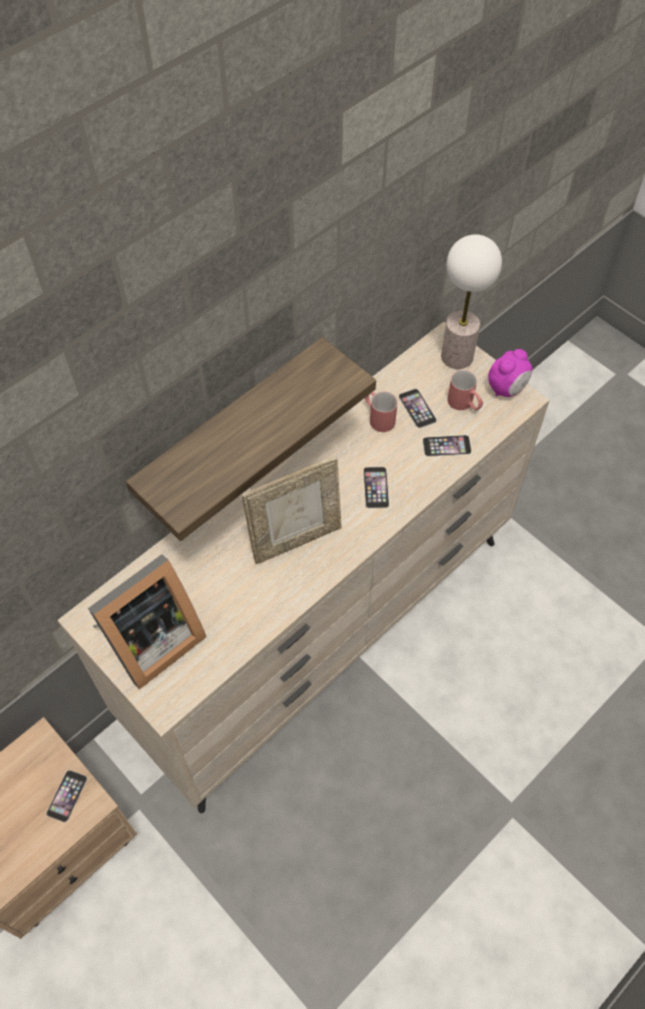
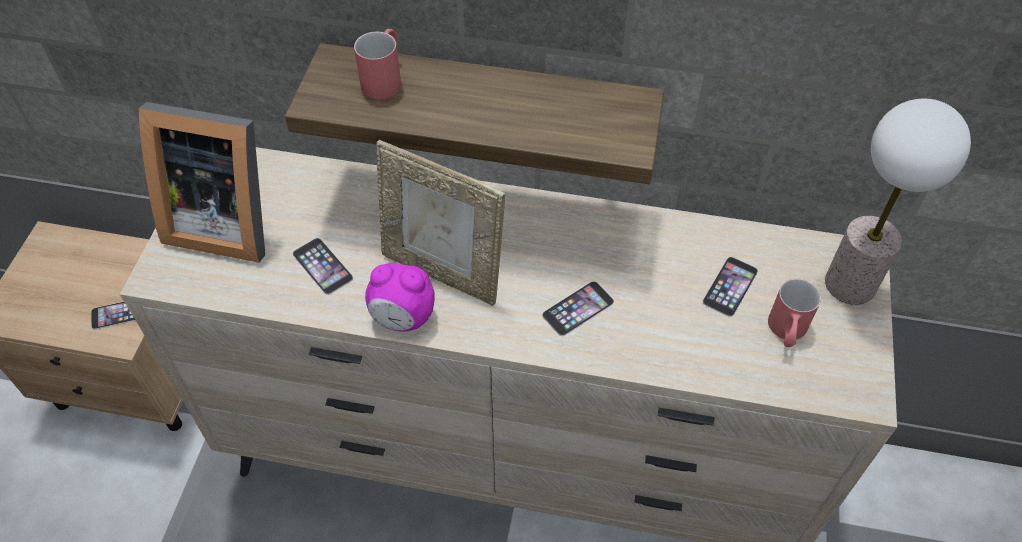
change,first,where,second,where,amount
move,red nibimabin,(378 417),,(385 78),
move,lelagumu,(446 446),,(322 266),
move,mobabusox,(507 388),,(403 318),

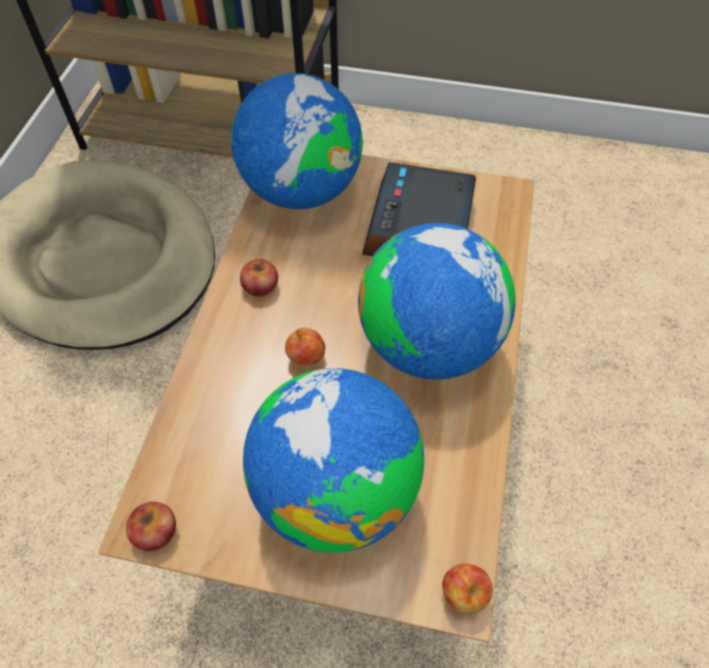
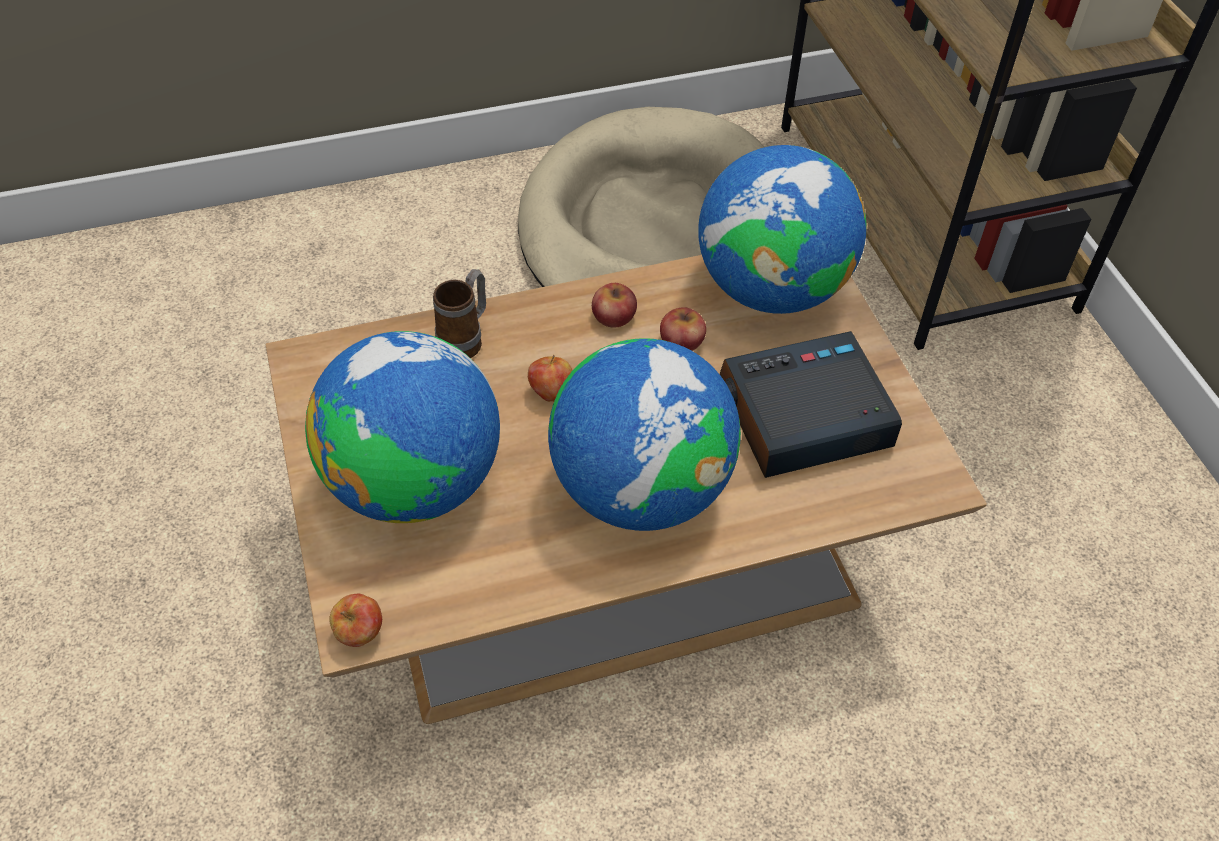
change,first,where,second,where,amount
insert,,,nibimabin,(466 340),
move,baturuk,(155 531),,(681 341),

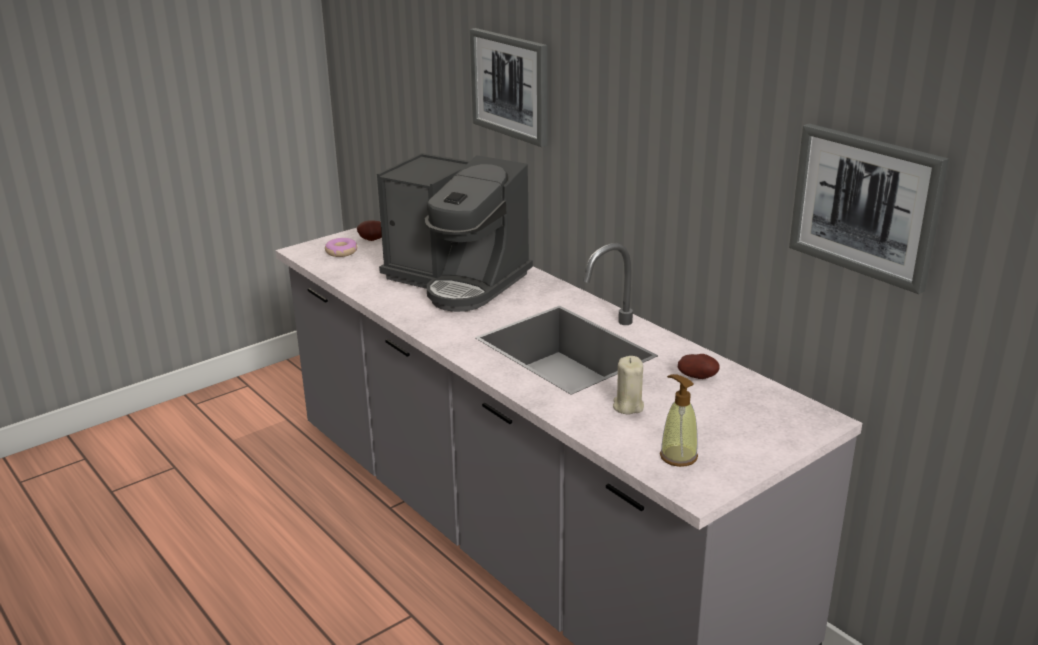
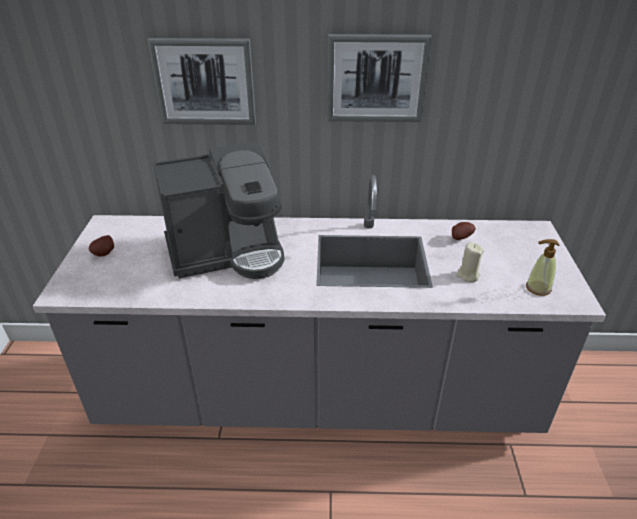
change,first,where,second,where,amount
delete,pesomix,(341 252),,,
move,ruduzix,(865 205),,(376 78),

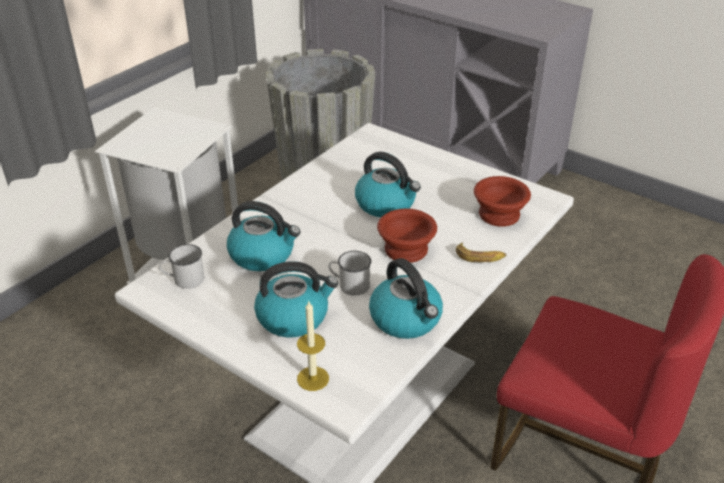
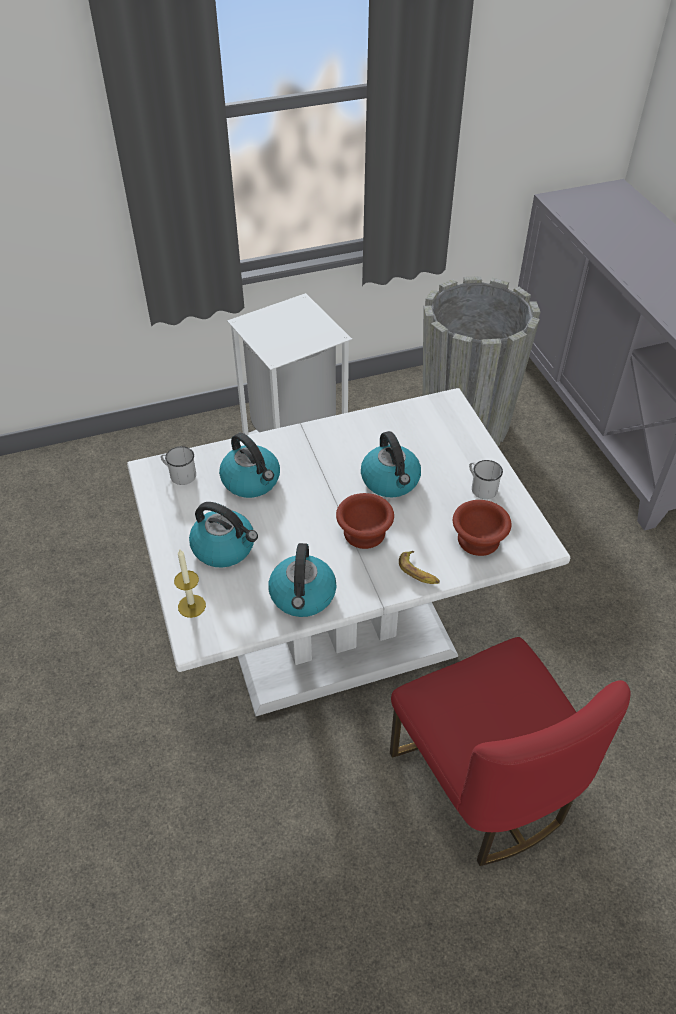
change,first,where,second,where,amount
move,white nibimabin,(349 285),,(481 487),

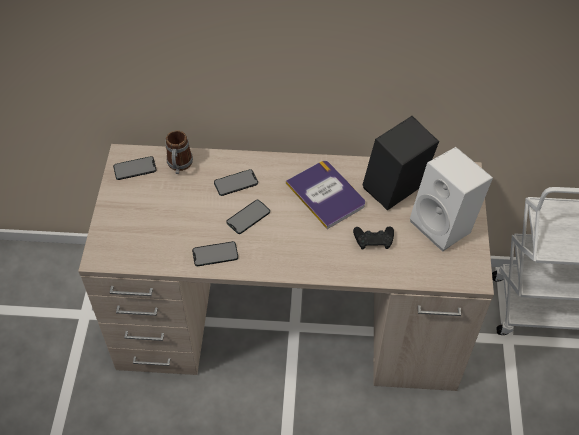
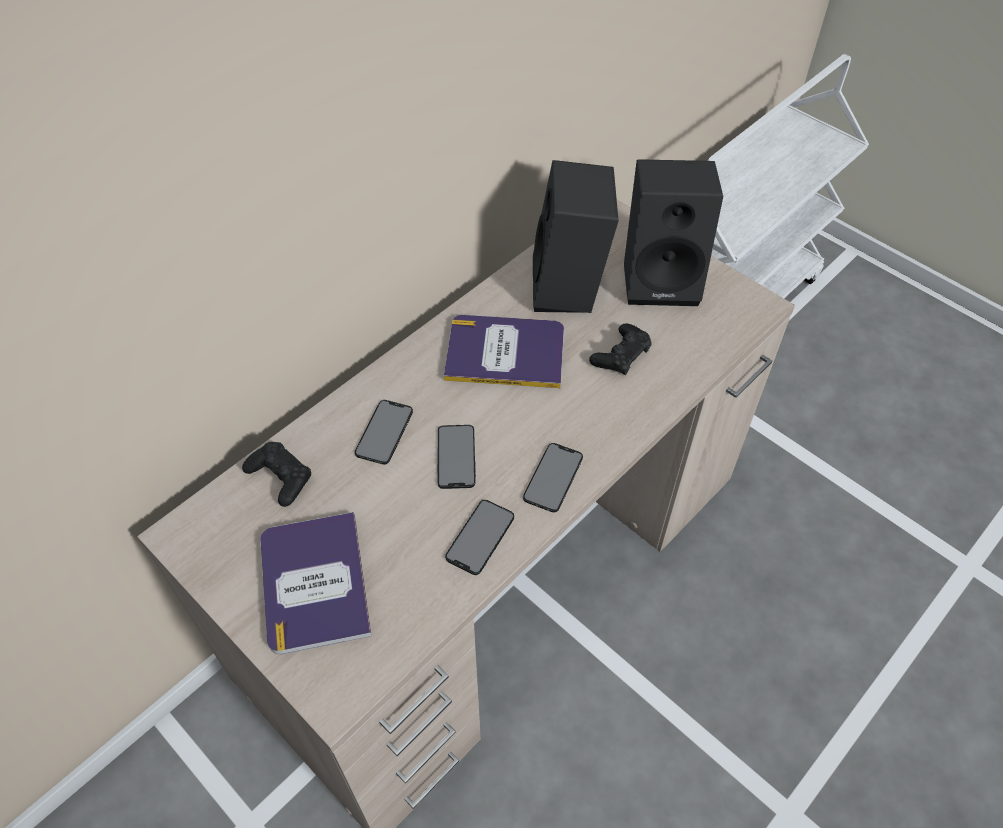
change,first,where,second,where,amount
insert,,,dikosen,(314 583),
move,lelagumu,(135 168),,(553 477),
replace,nibimabin,(179 165),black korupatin,(280 477),
recolor,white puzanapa,(445 225),black puzanapa,(662 279),

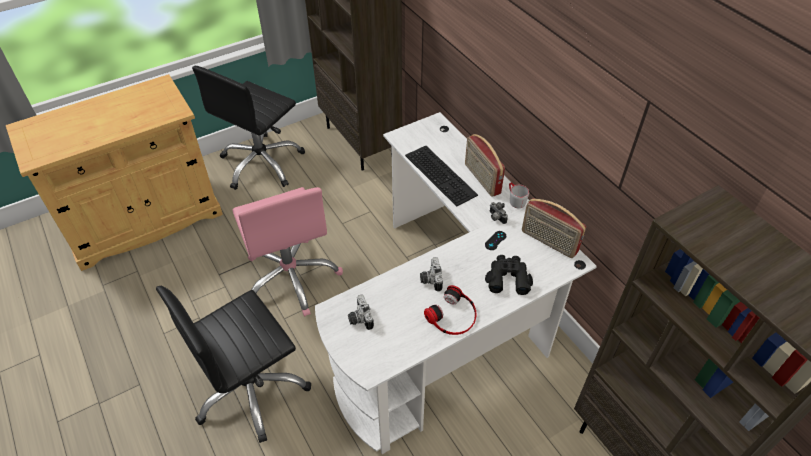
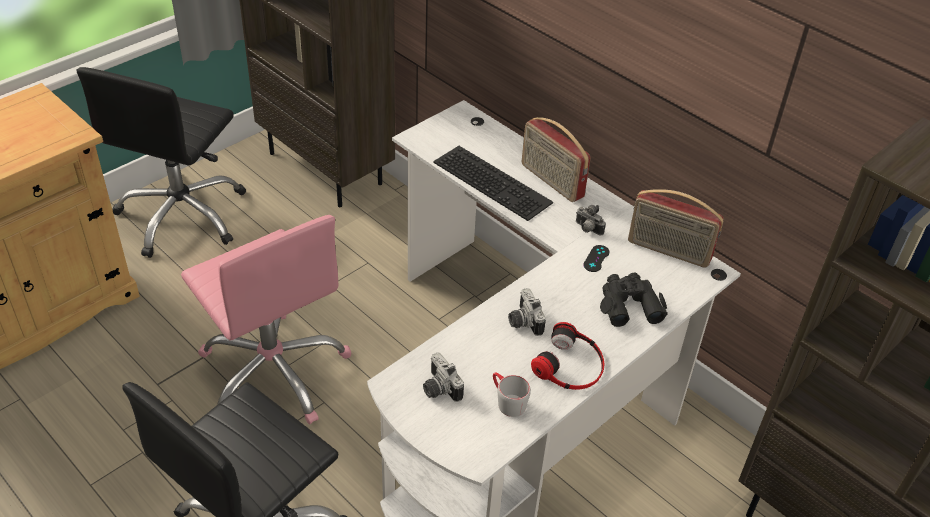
change,first,where,second,where,amount
move,grey nibimabin,(515 200),,(507 401),

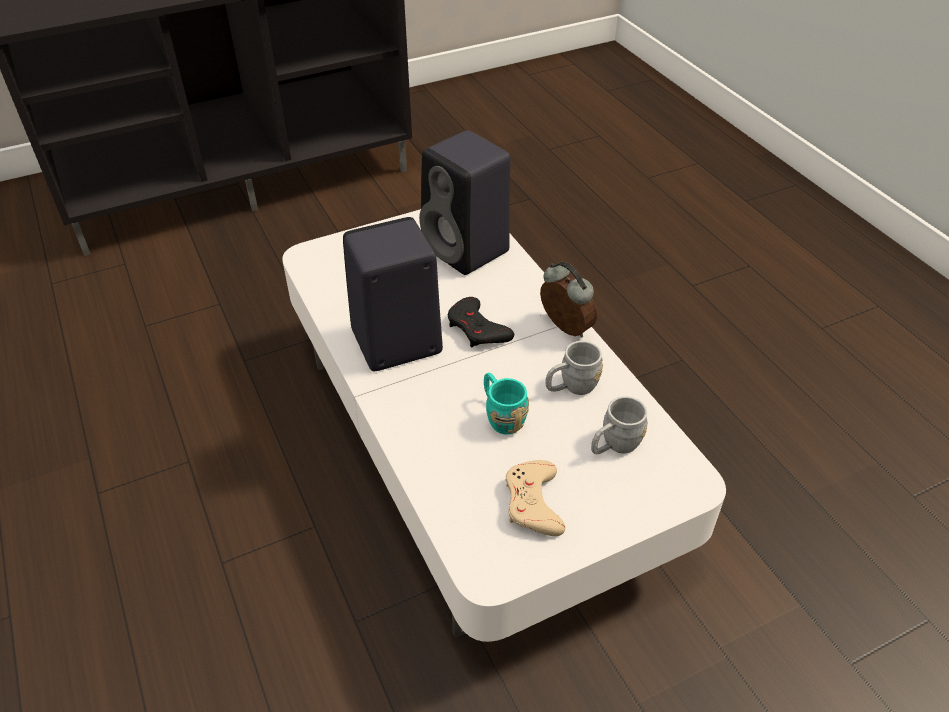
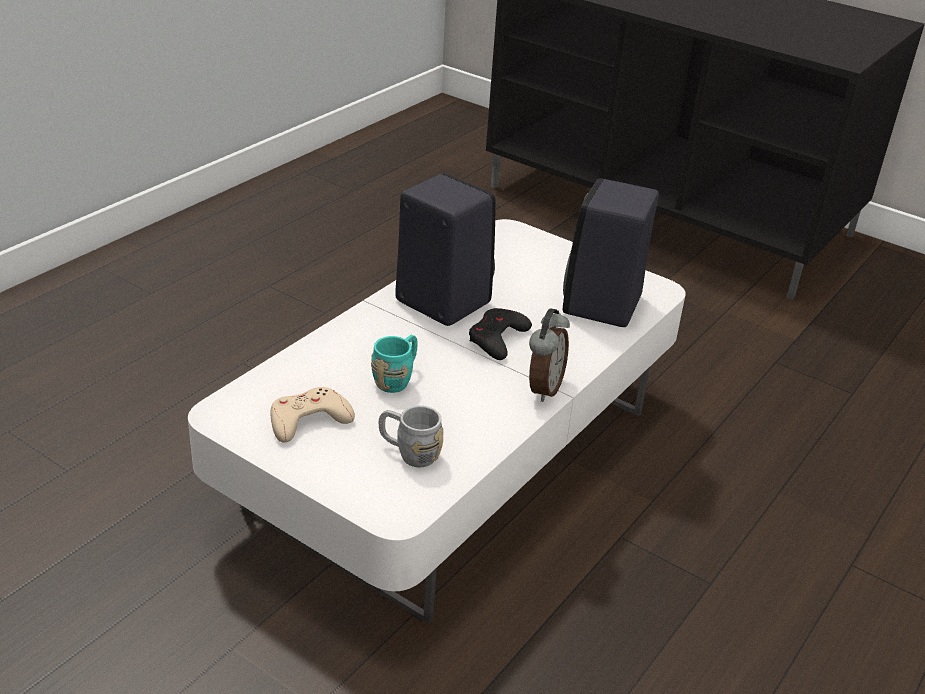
change,first,where,second,where,amount
delete,grey nibimabin,(571 387),,,

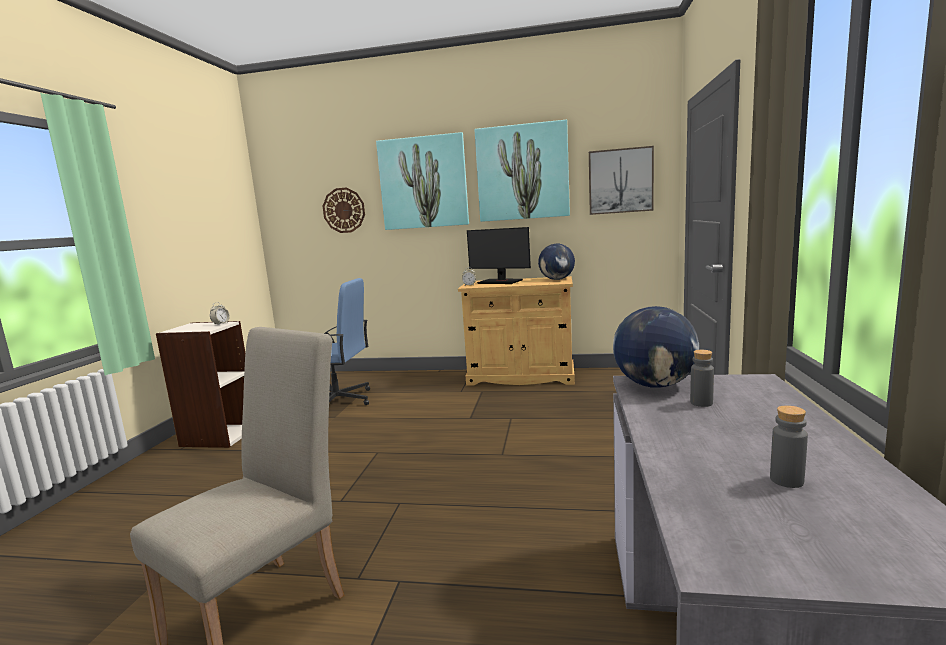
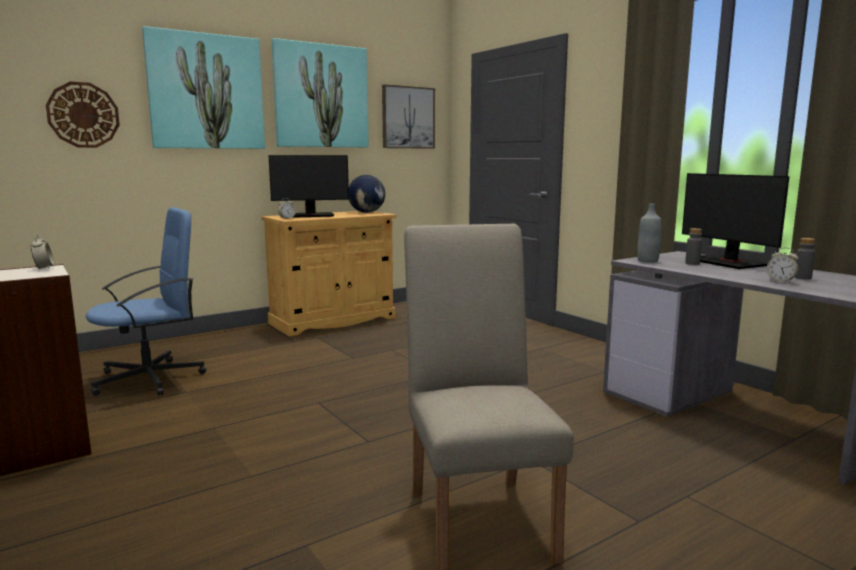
change,first,where,second,where,amount
insert,,,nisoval,(727 262),
insert,,,mobabusox,(780 281),
replace,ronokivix,(655 385),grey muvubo,(647 261),

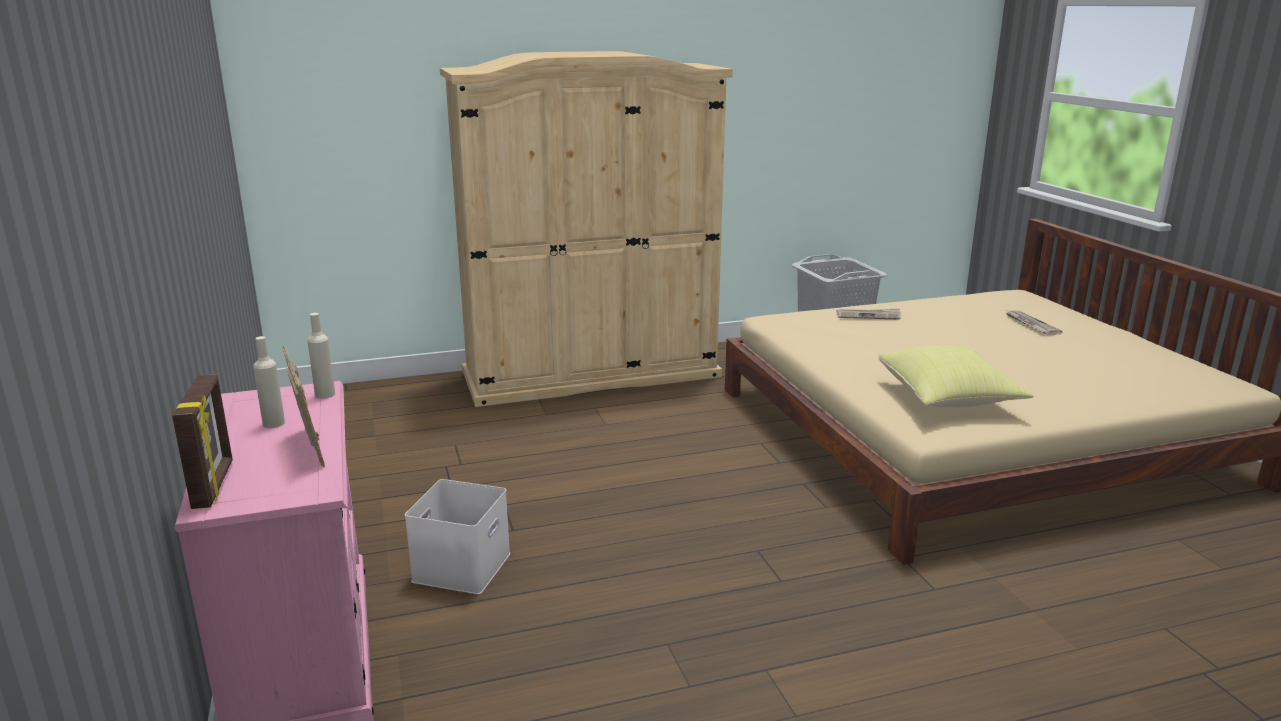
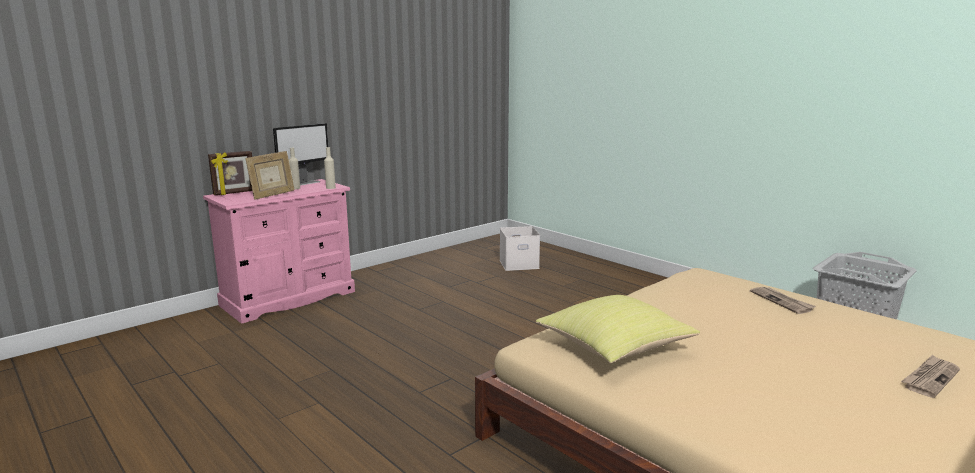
change,first,where,second,where,amount
delete,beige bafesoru,(591 374),,,
insert,,,nisoval,(304 183),
move,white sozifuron,(461 566),,(519 264),

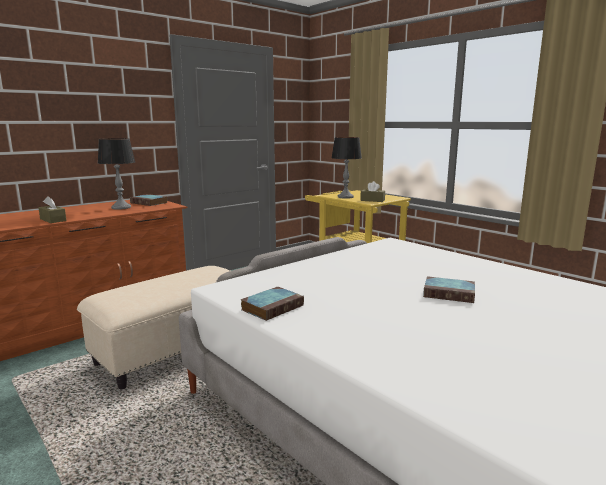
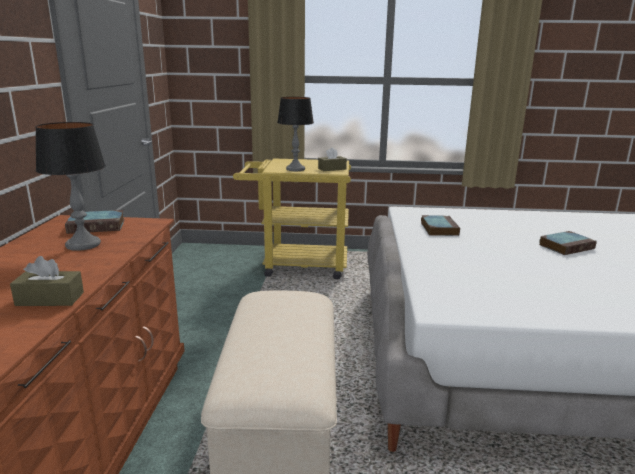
change,first,where,second,where,amount
move,dikosen,(273 307),,(438 228),

